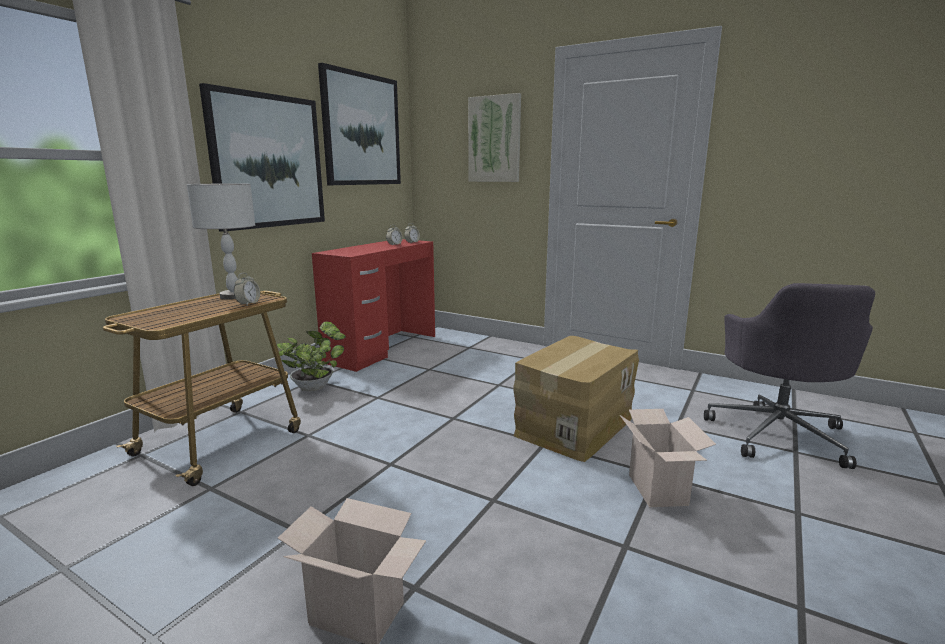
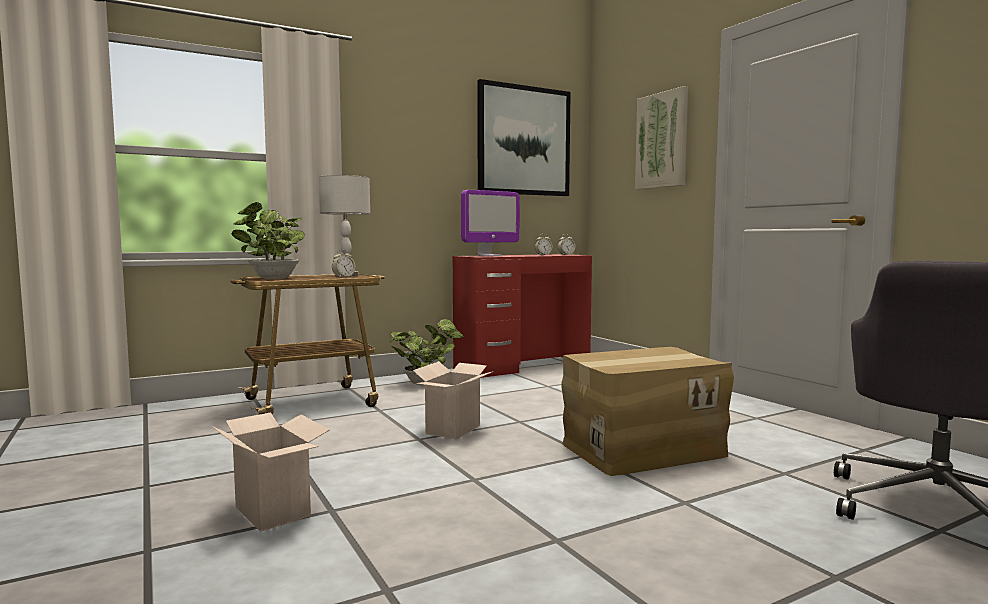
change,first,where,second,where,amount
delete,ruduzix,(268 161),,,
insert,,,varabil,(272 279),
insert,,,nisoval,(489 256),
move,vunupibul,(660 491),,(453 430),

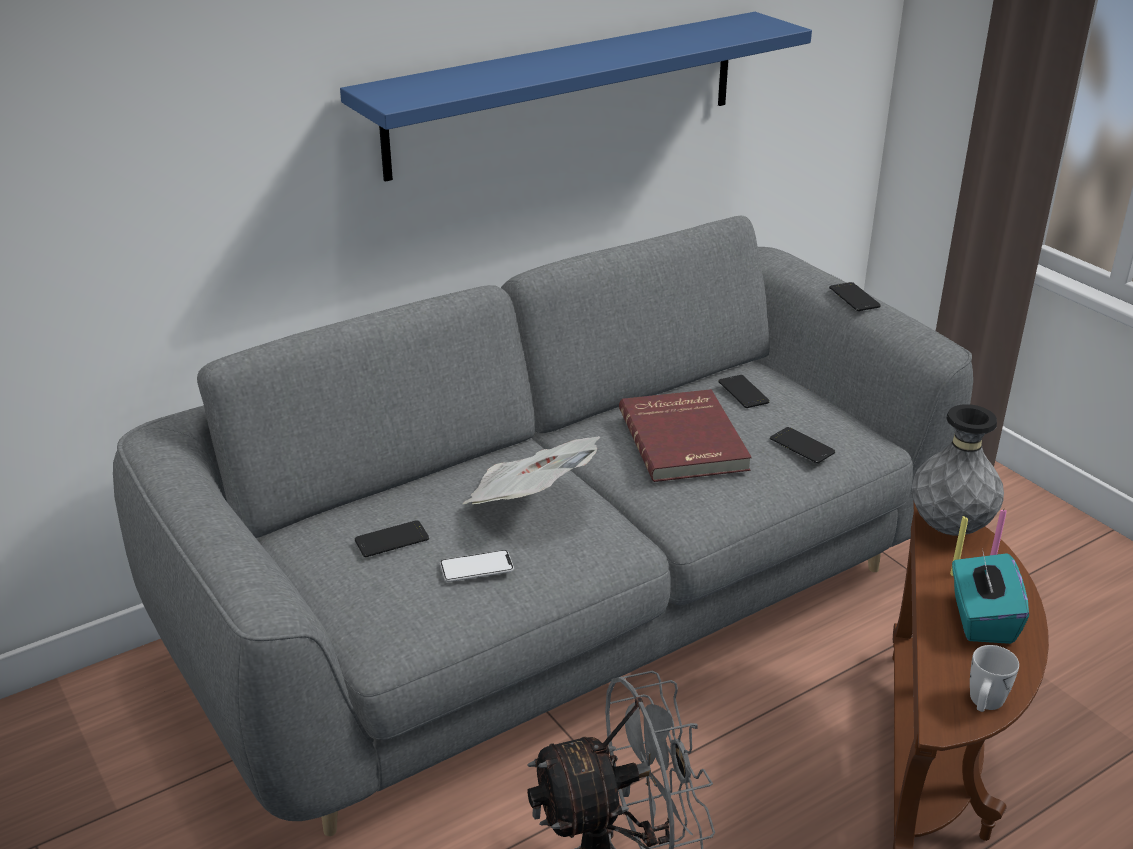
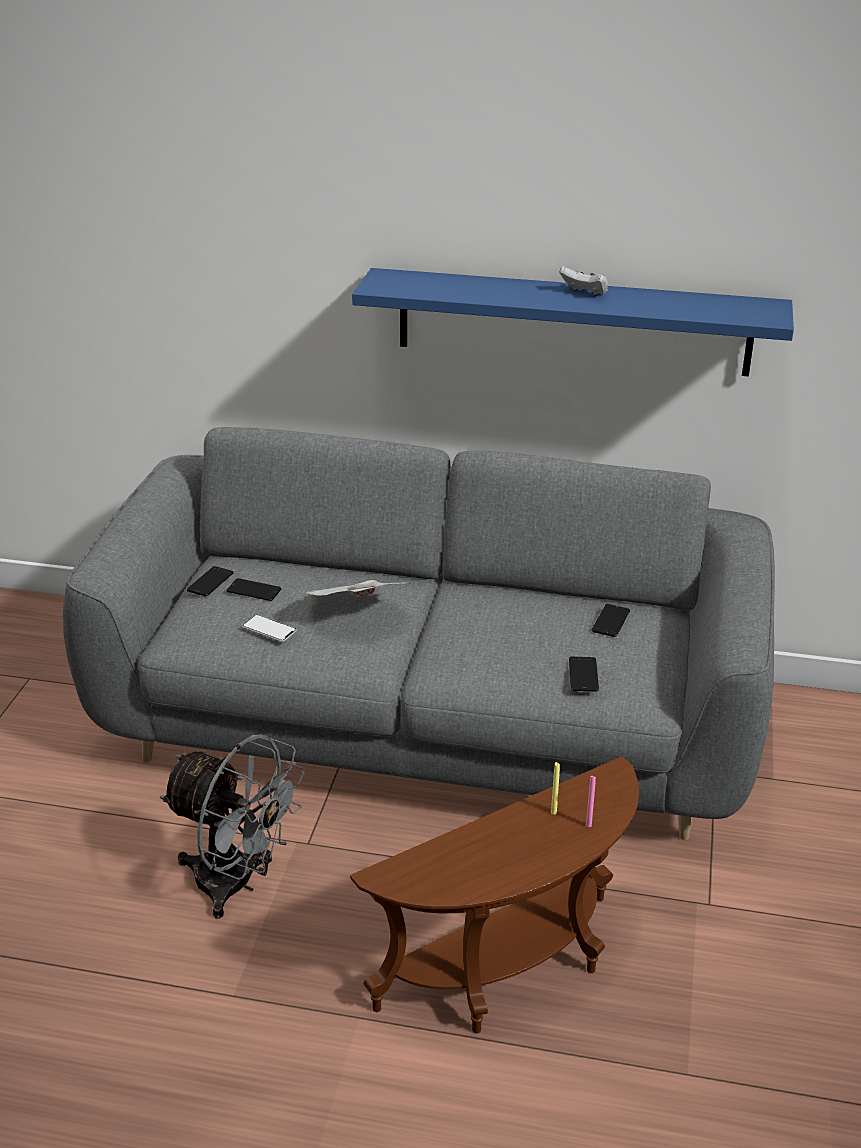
change,first,where,second,where,amount
delete,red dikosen,(685 440),,,
delete,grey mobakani,(950 528),,,
delete,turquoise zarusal,(981 619),,,
delete,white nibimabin,(984 703),,,
insert,,,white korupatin,(584 293),
move,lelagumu,(854 297),,(210 582),

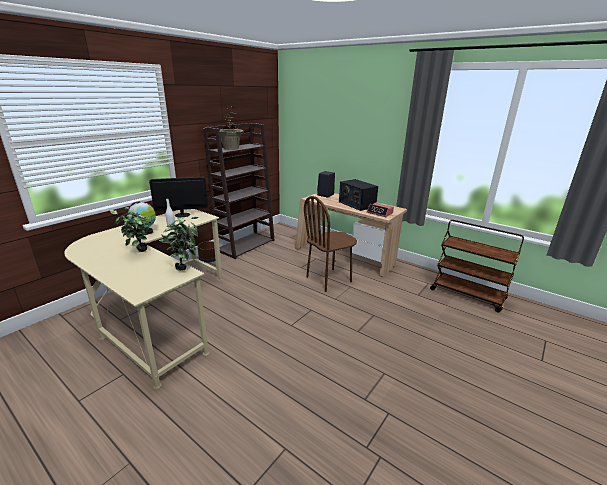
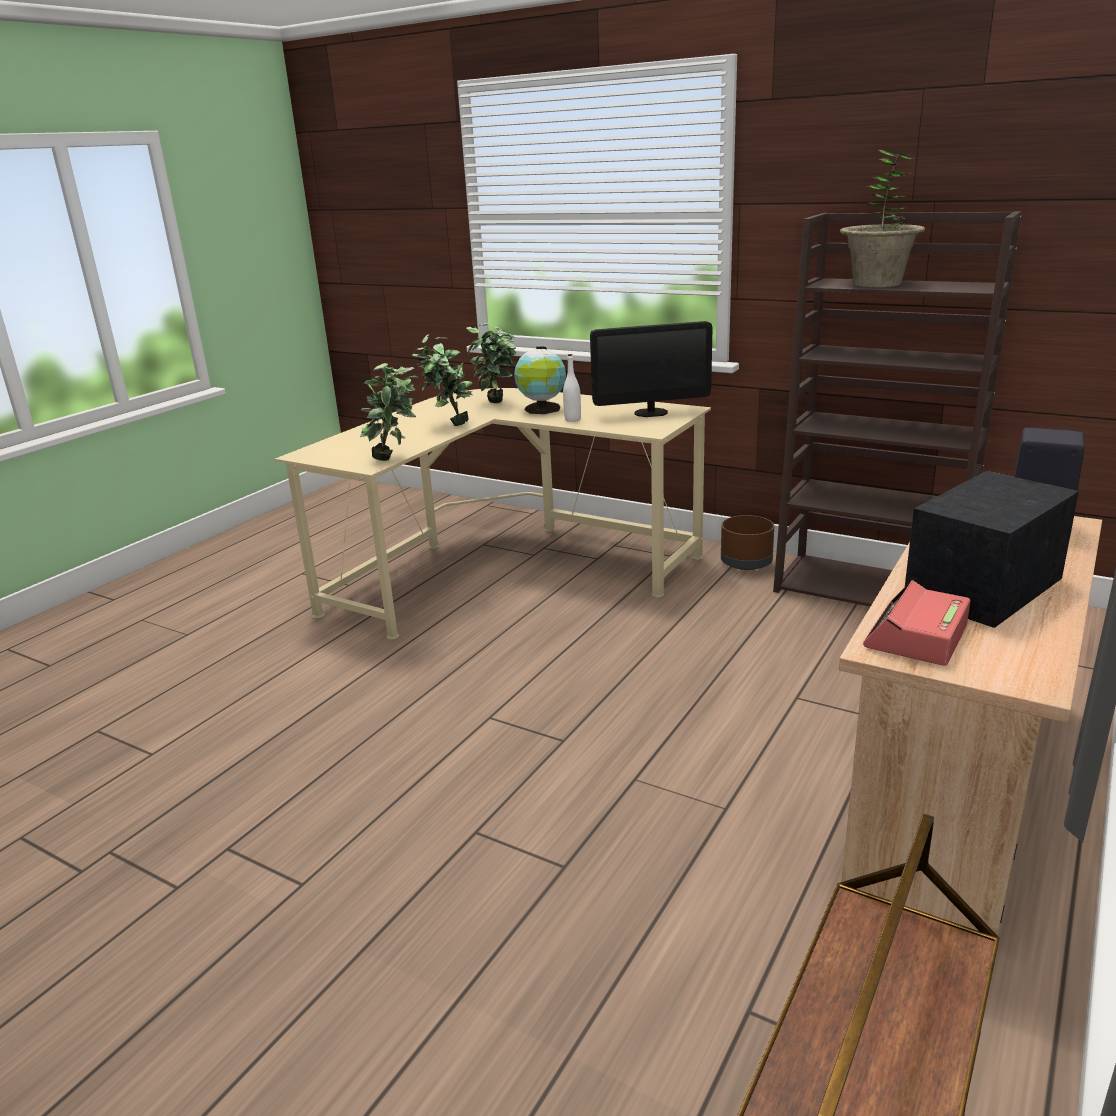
change,first,where,second,where,amount
delete,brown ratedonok,(329 279),,,
insert,,,varabil,(497 404),
rotate,nisoval,(182 215),,(651 412),105 degrees clockwise

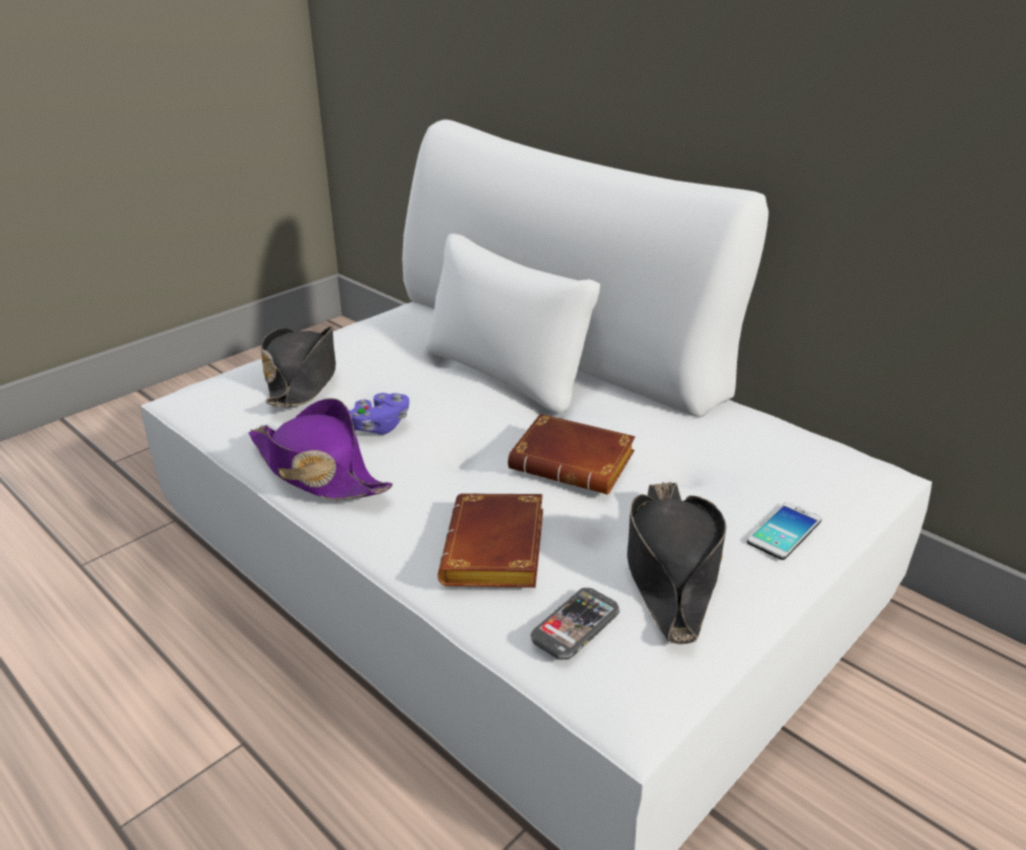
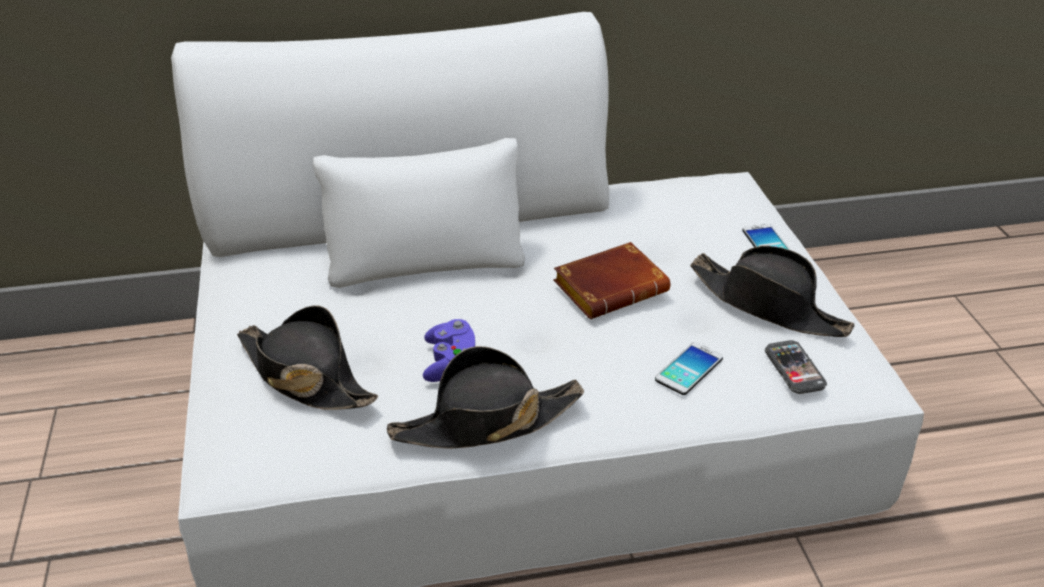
change,first,where,second,where,amount
replace,brown dikosen,(498 552),lelagumu,(689 369),
recolor,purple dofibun,(317 471),black dofibun,(486 422),

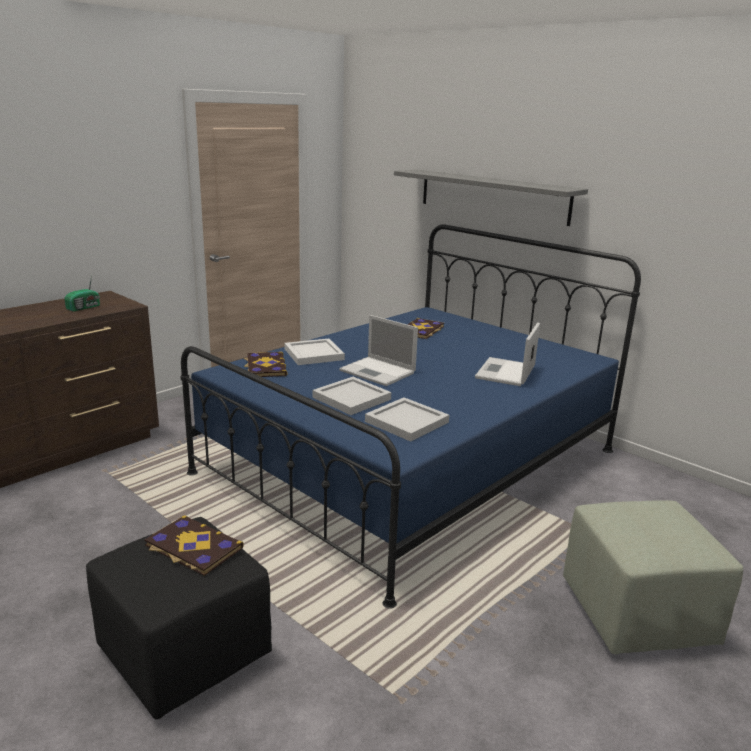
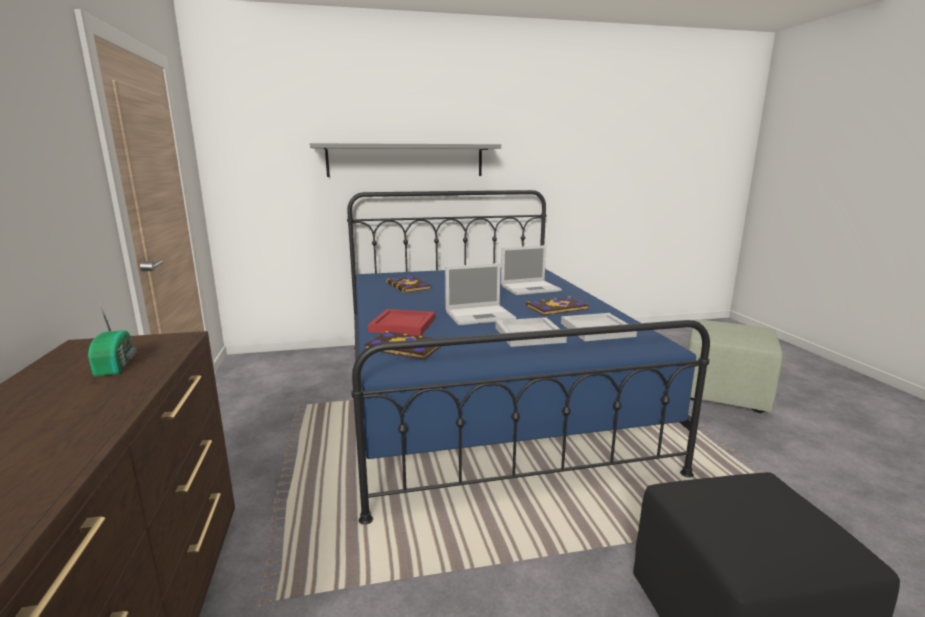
change,first,where,second,where,amount
move,dikosen,(193 547),,(557 308),
recolor,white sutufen,(314 354),red sutufen,(402 324),
rotate,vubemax,(505 373),,(531 288),75 degrees counterclockwise

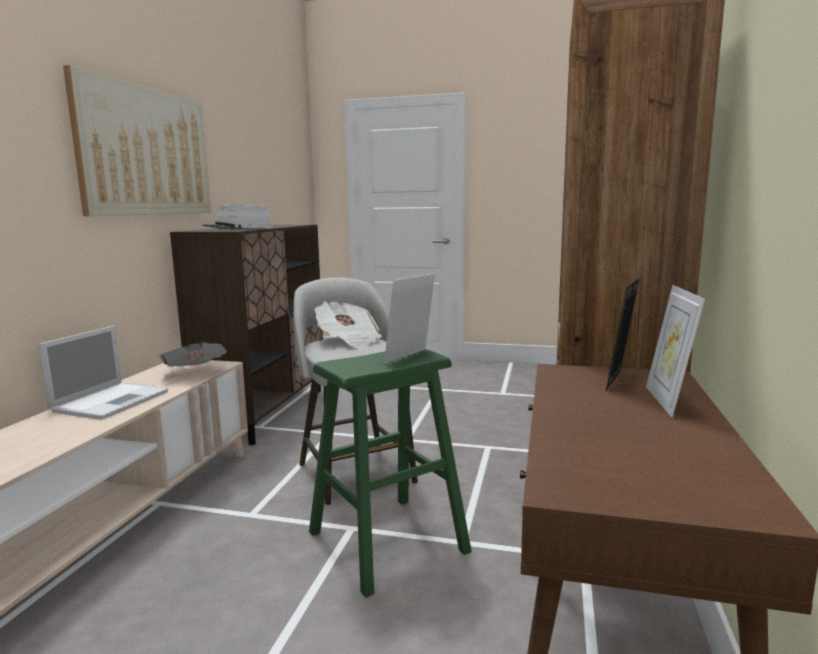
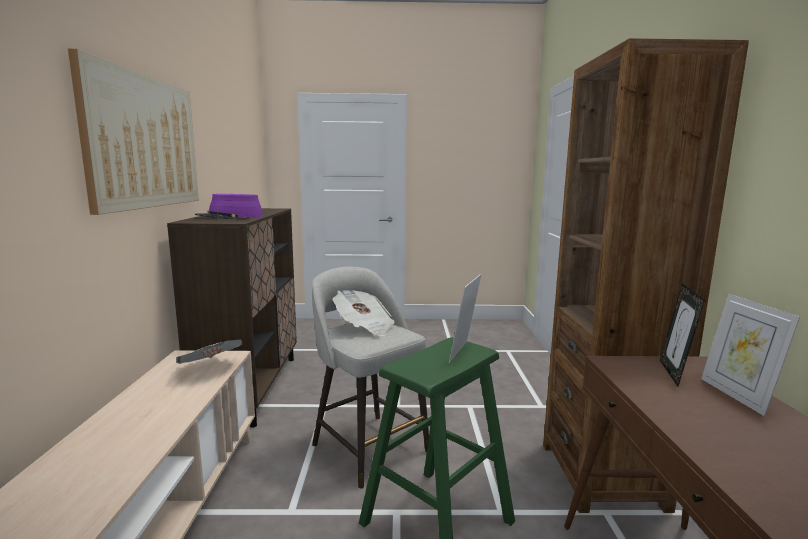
change,first,where,second,where,amount
delete,vubemax,(112 400),,,
recolor,grey dofibun,(238 228),purple dofibun,(230 217),

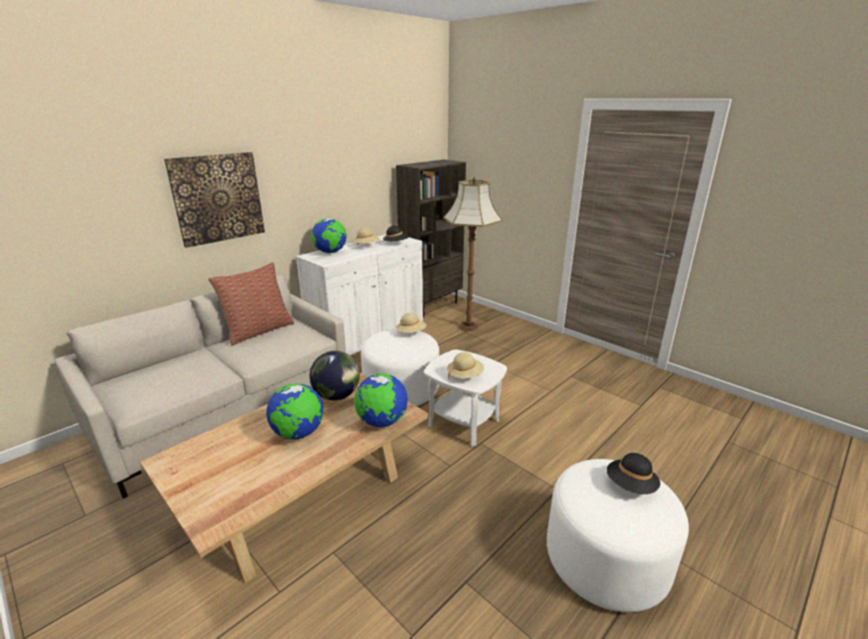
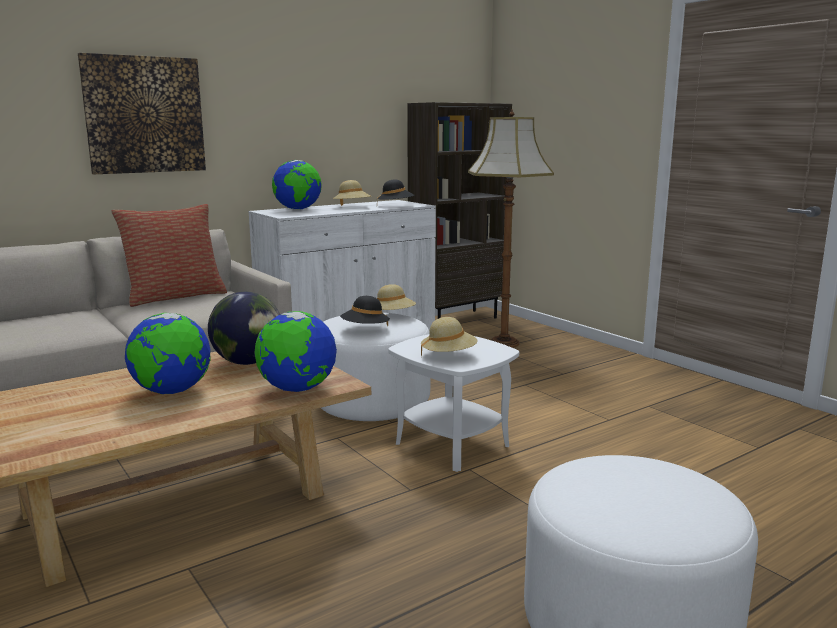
change,first,where,second,where,amount
move,black dofibun,(630 486),,(365 329),

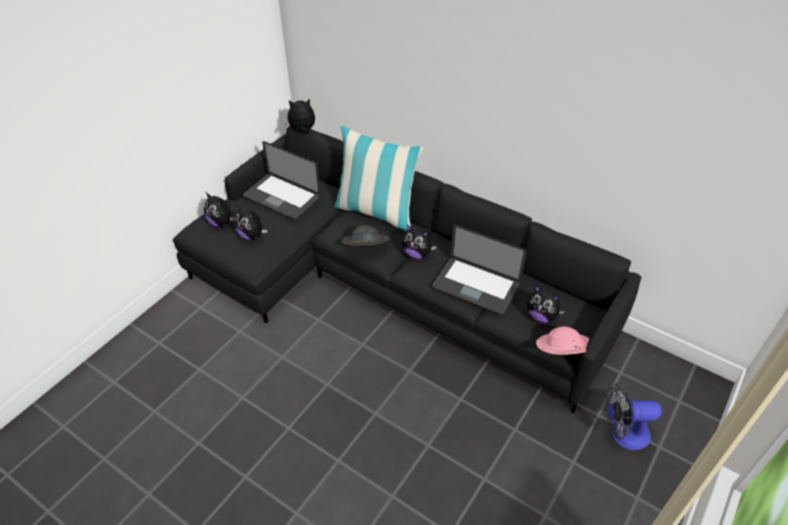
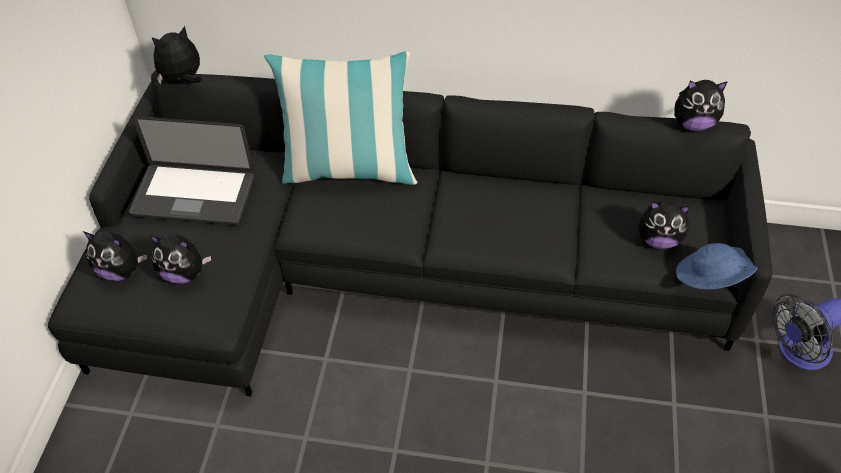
change,first,where,second,where,amount
delete,grey dofibun,(365 247),,,
delete,vubemax,(475 287),,,
move,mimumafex,(417 254),,(692 124),
recolor,pink dofibun,(561 351),blue dofibun,(710 279),

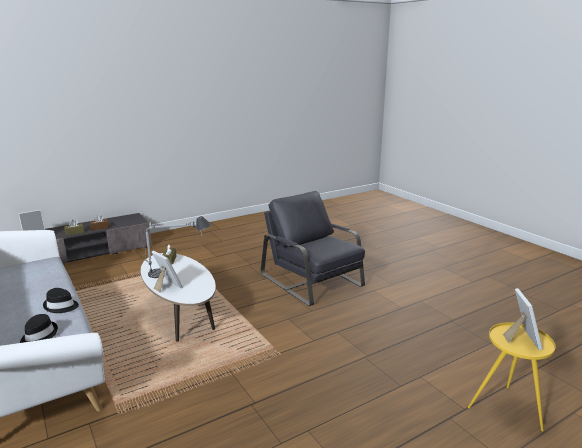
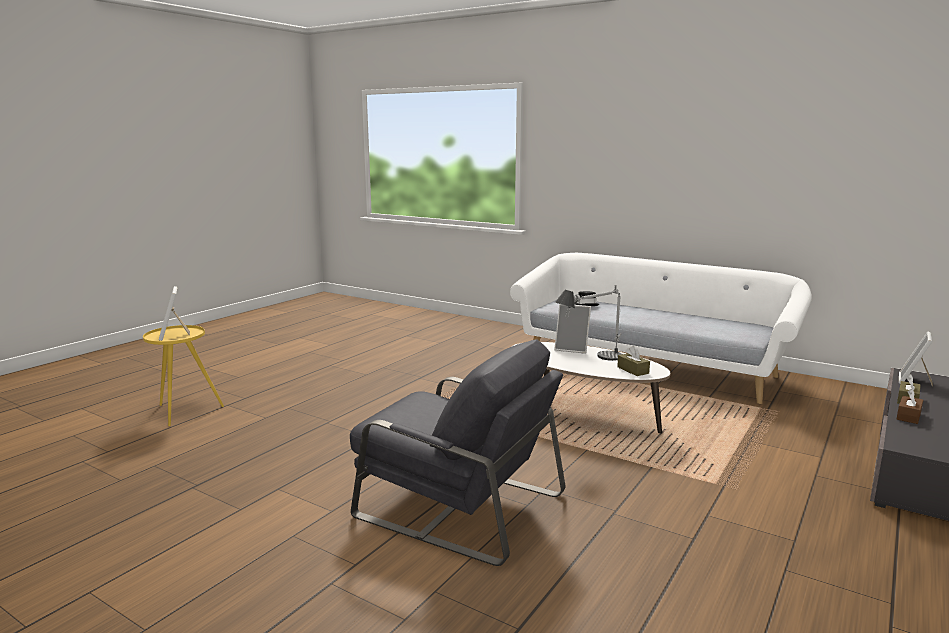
change,first,where,second,where,amount
delete,black dofibun,(61 306),,,

